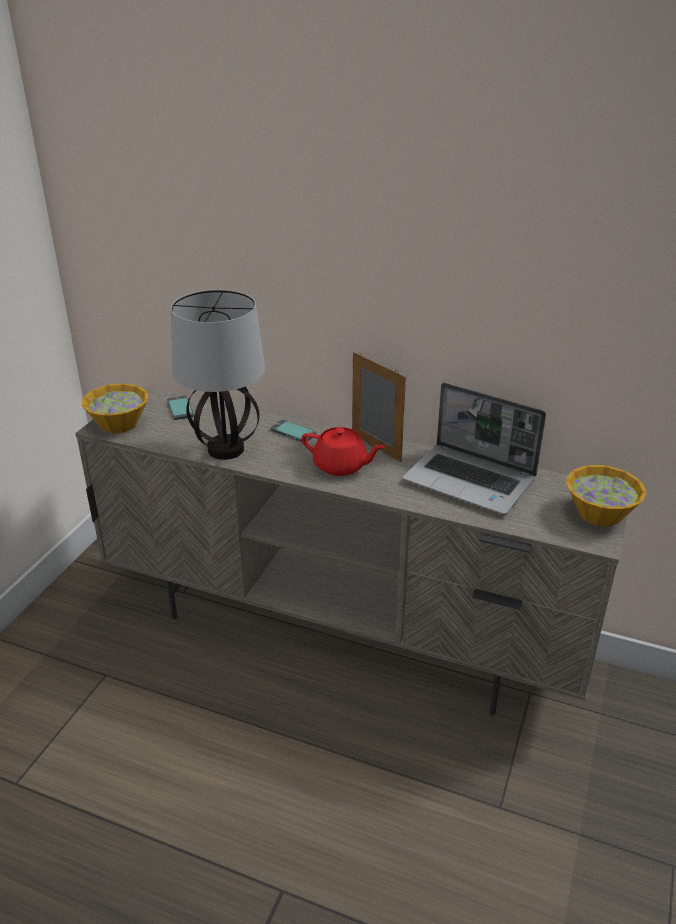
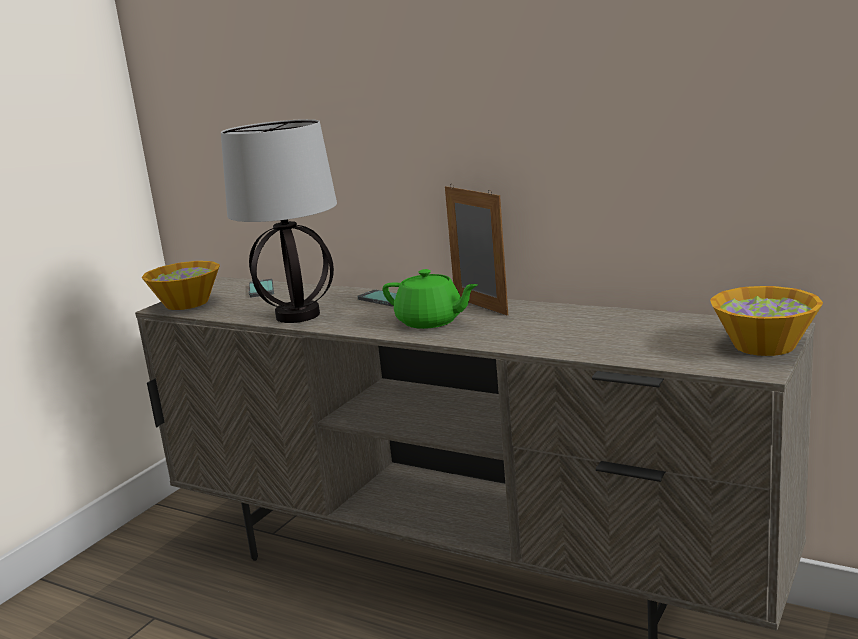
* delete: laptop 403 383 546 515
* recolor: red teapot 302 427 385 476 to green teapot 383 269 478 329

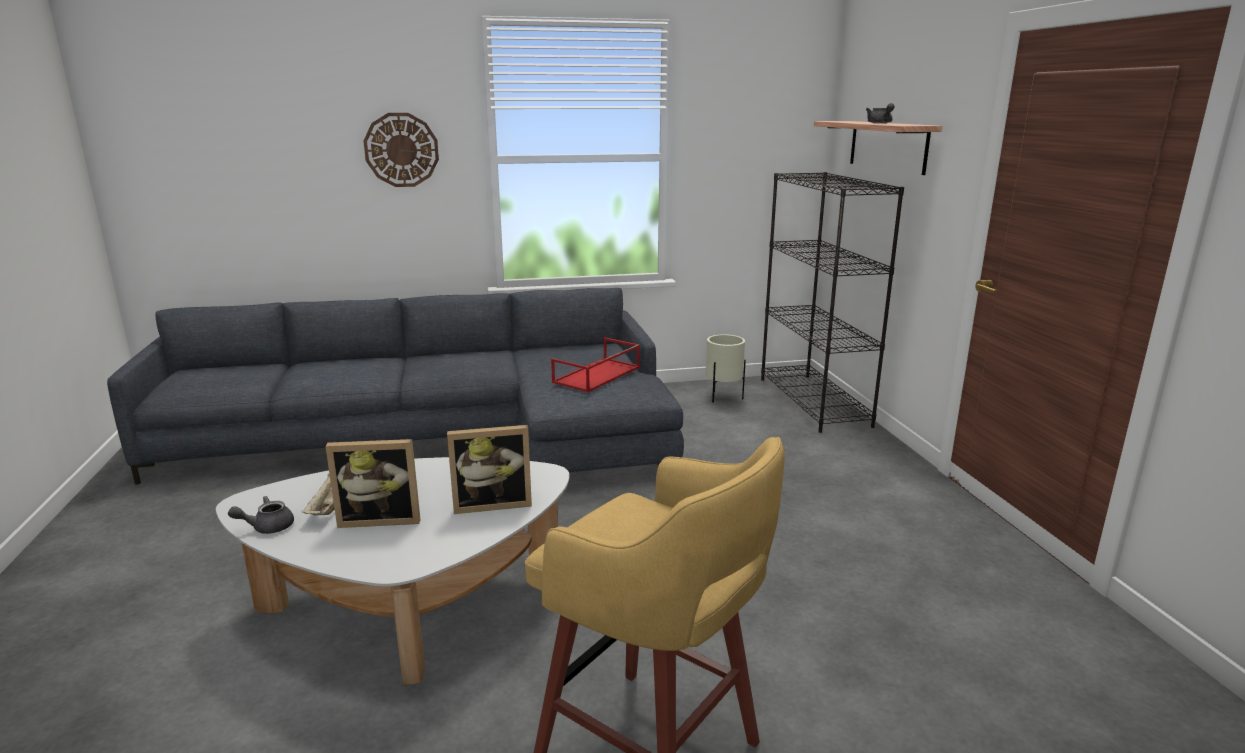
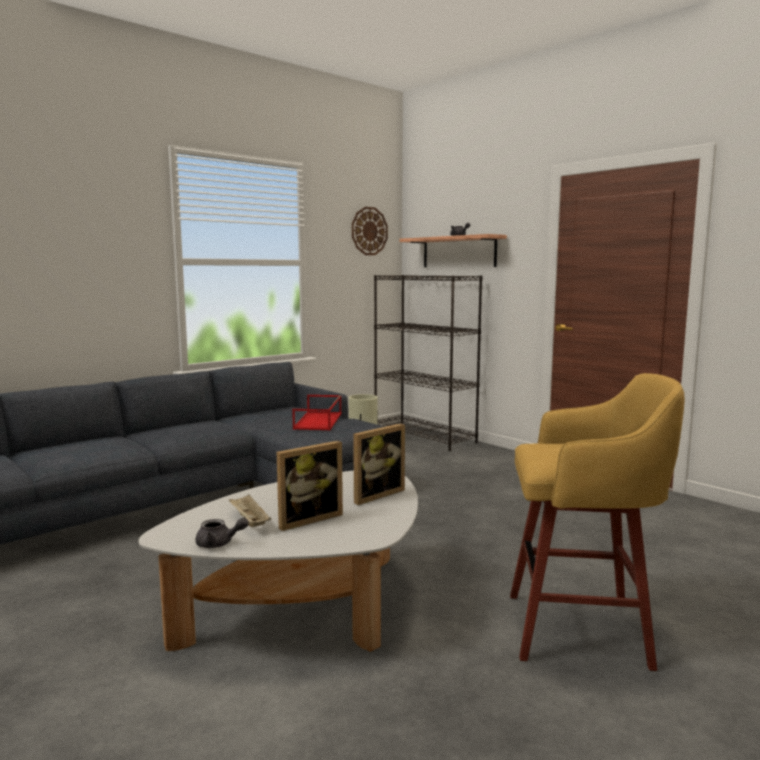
* move: wall clock 363 113 439 187 to 352 207 388 255
* rotate: grey teapot 228 496 294 534 = 196 517 248 548 120 degrees counterclockwise

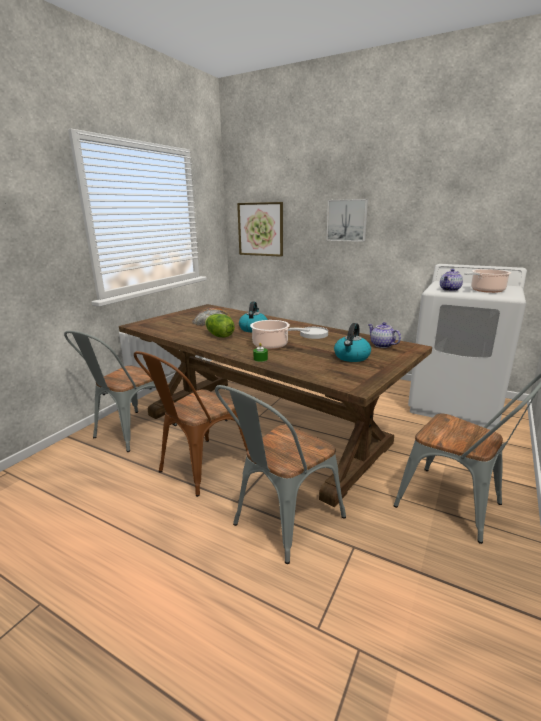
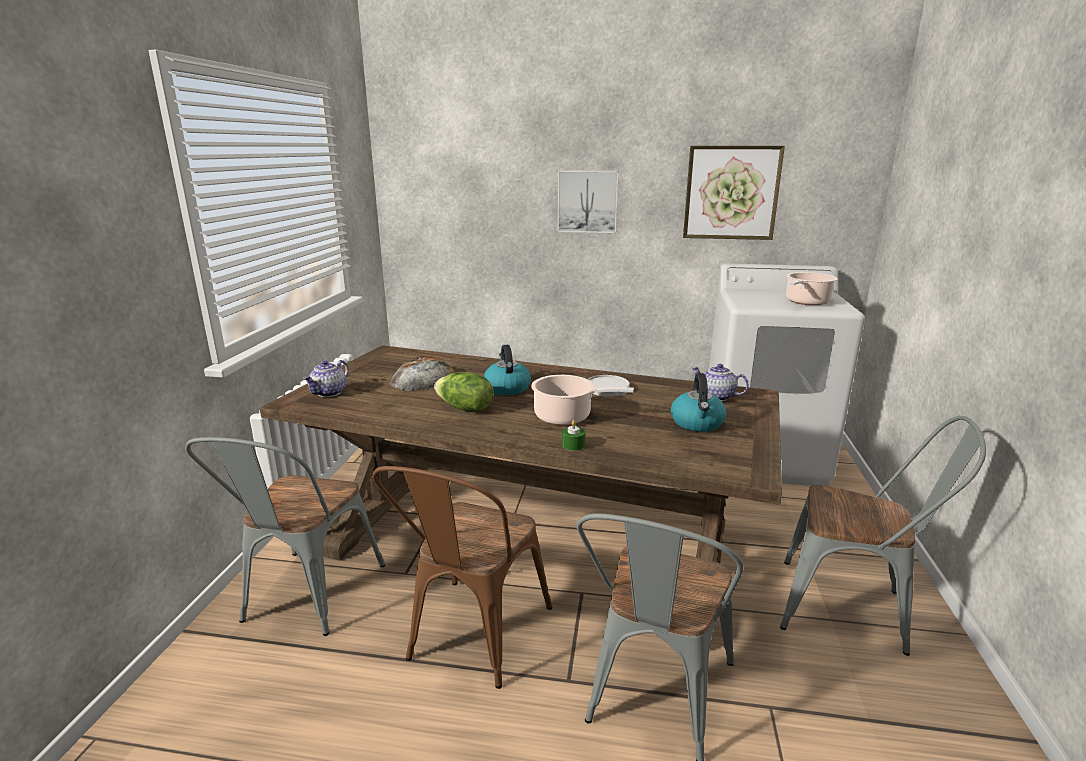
* move: picture 237 202 283 257 to 683 146 785 240
* move: teapot 440 269 463 291 to 303 360 349 397

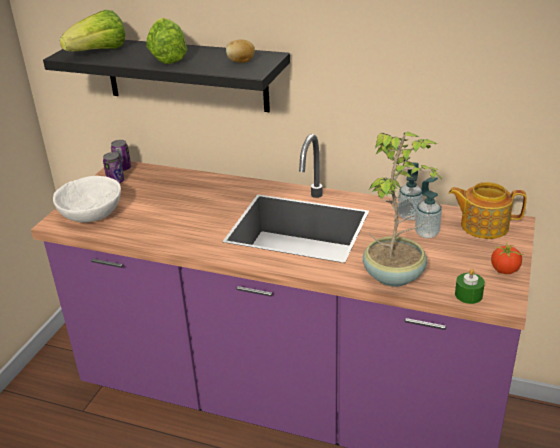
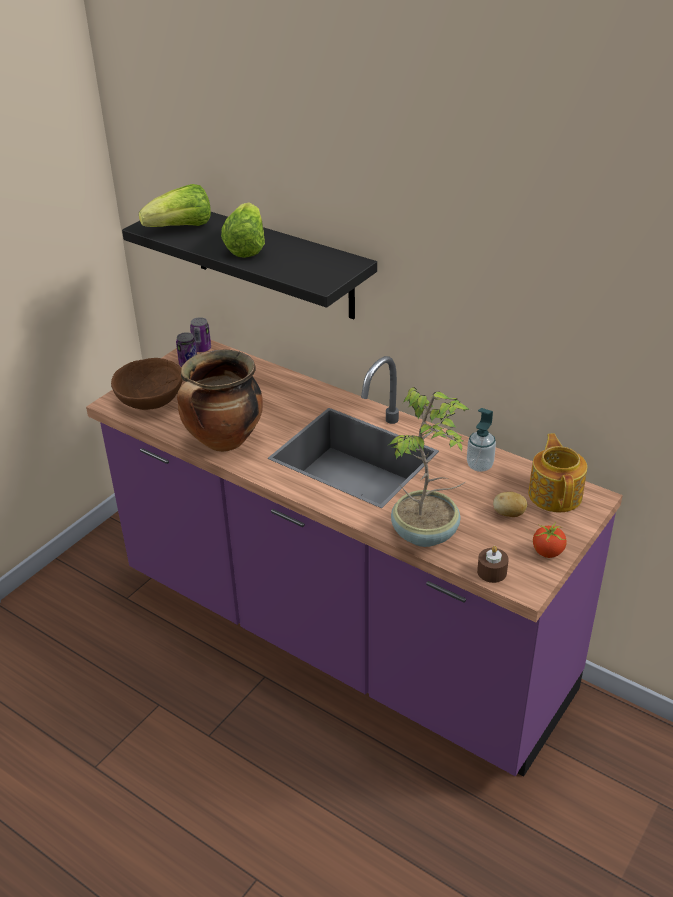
* move: potato 226 39 255 63 to 493 492 527 517
* recolor: white bowl 53 176 121 222 to brown bowl 111 358 183 410
* delete: soap dispenser 415 177 442 238
* rotate: teapot 449 182 527 239 = 528 433 587 512 60 degrees clockwise
* recolor: green candle 455 269 485 304 to brown candle 477 546 509 583
* insert: cooking pot 177 350 263 452

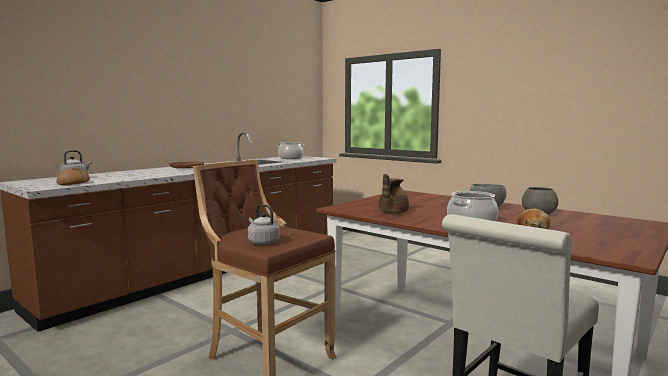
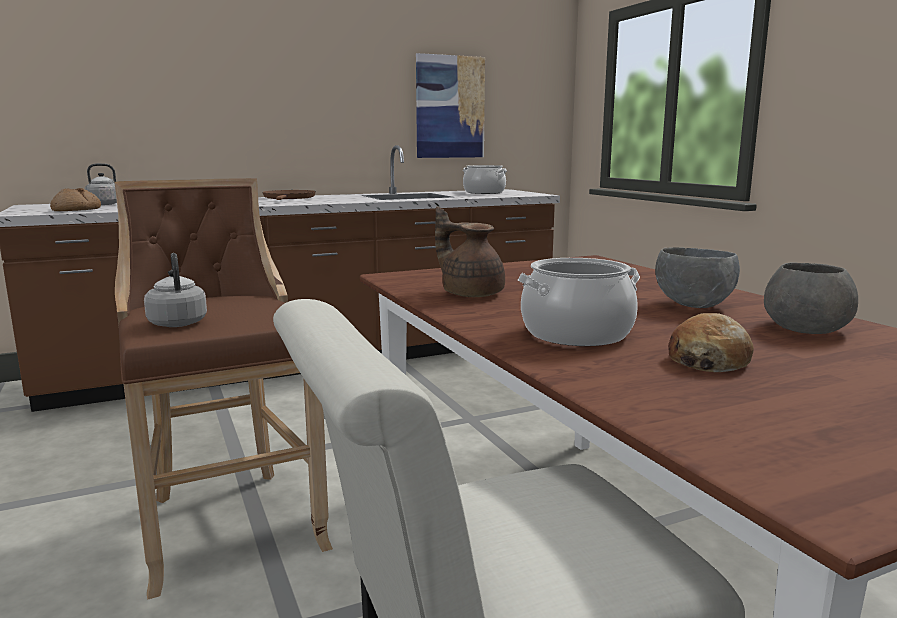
* rotate: brown teapot 378 174 409 213 = 435 207 505 297 75 degrees clockwise
* insert: picture 416 53 485 158

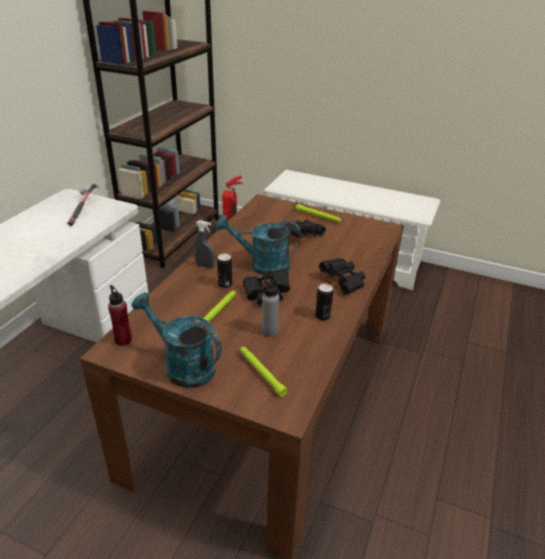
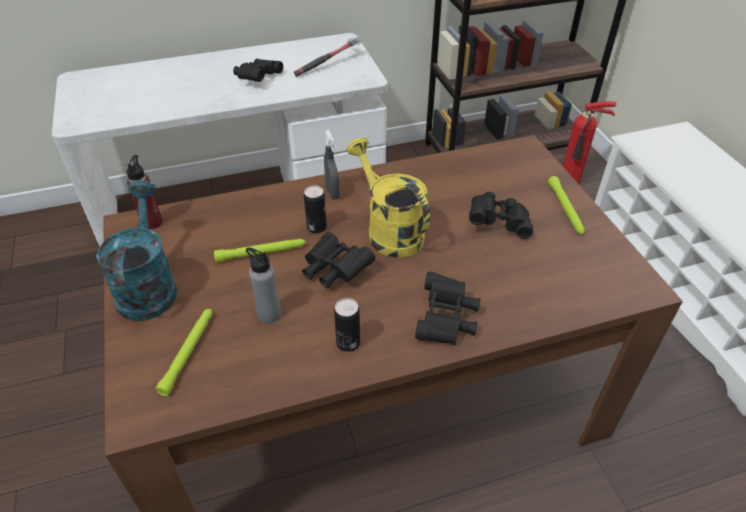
* recolor: turquoise watering can 216 215 301 276 to yellow watering can 346 137 430 258
* insert: black binoculars 233 59 283 82

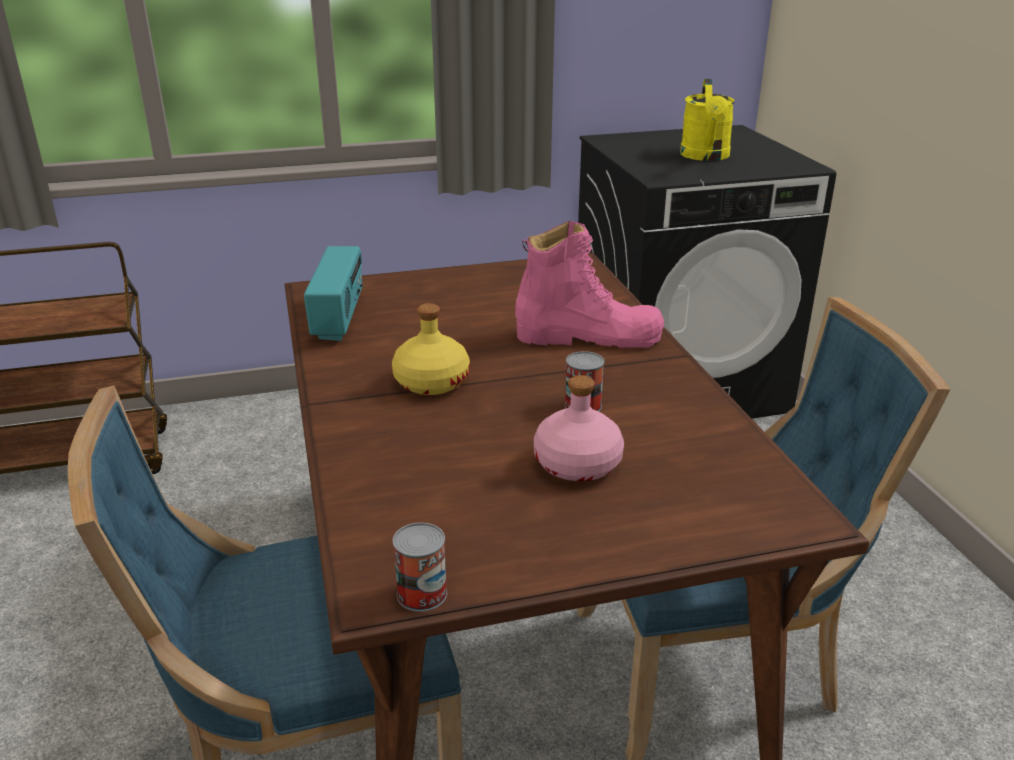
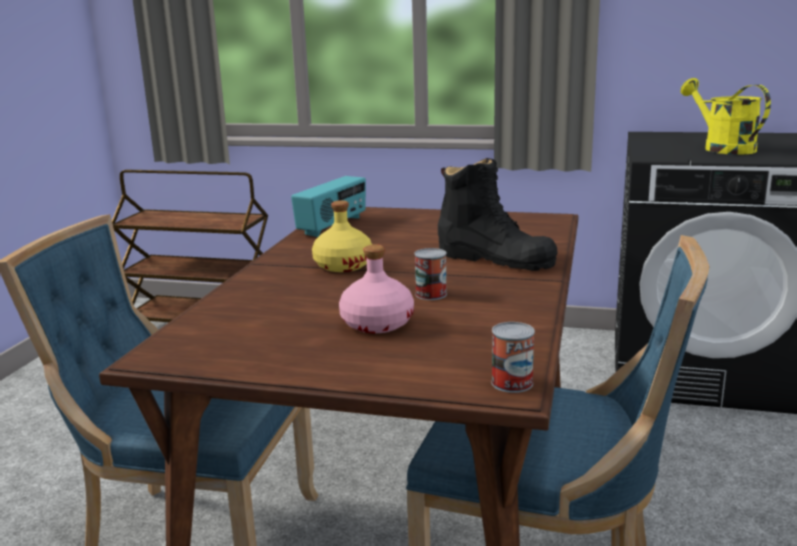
* rotate: yellow watering can 680 79 735 161 = 681 78 771 155 120 degrees clockwise
* recolor: pink boot 515 221 664 348 to black boot 438 158 558 271
* move: can 393 523 447 612 to 491 322 535 393

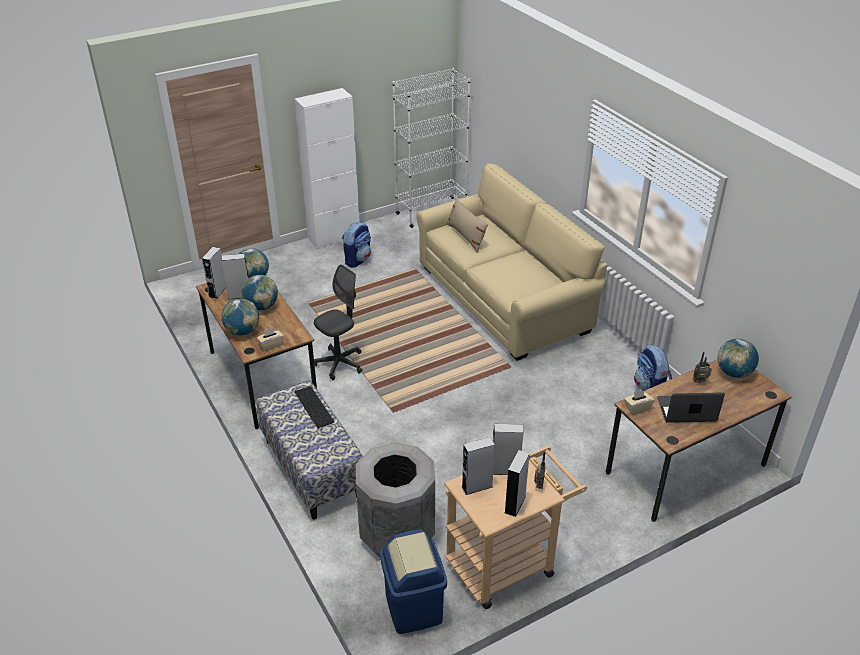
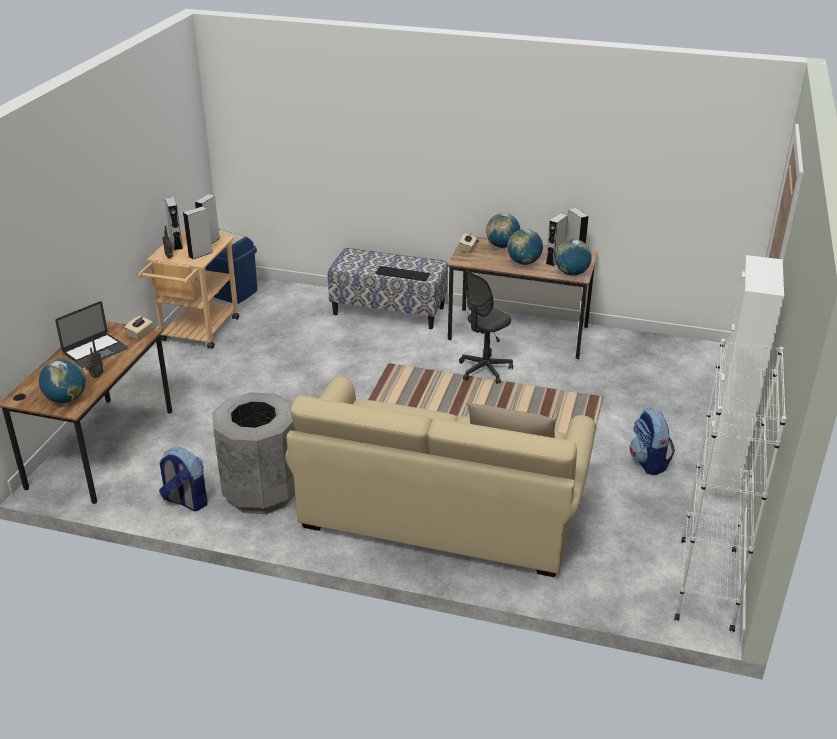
* rotate: grey office chair 314 264 362 380 = 459 270 513 384 45 degrees clockwise
* move: grey trash can 356 442 435 557 to 212 392 295 514

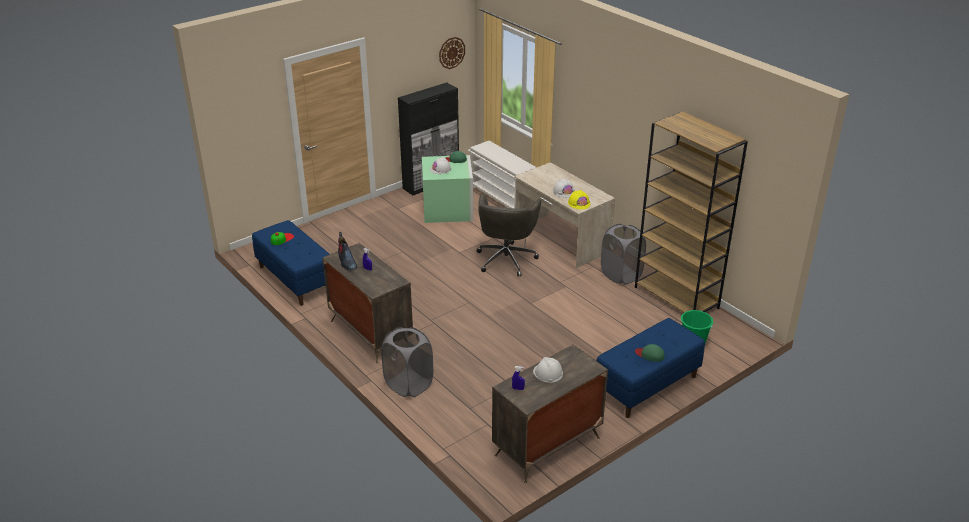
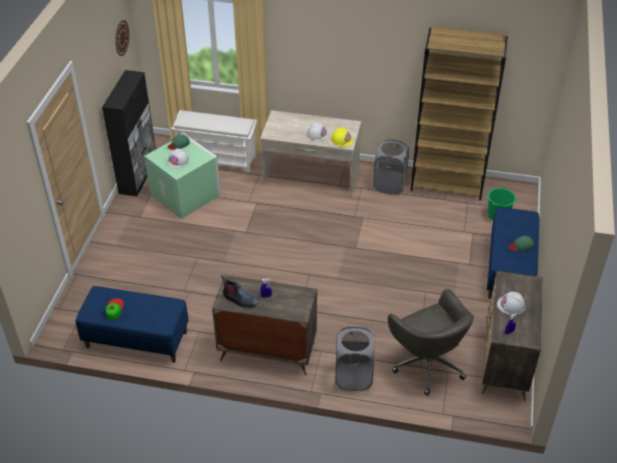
* move: grey office chair 477 194 541 277 to 388 289 474 396

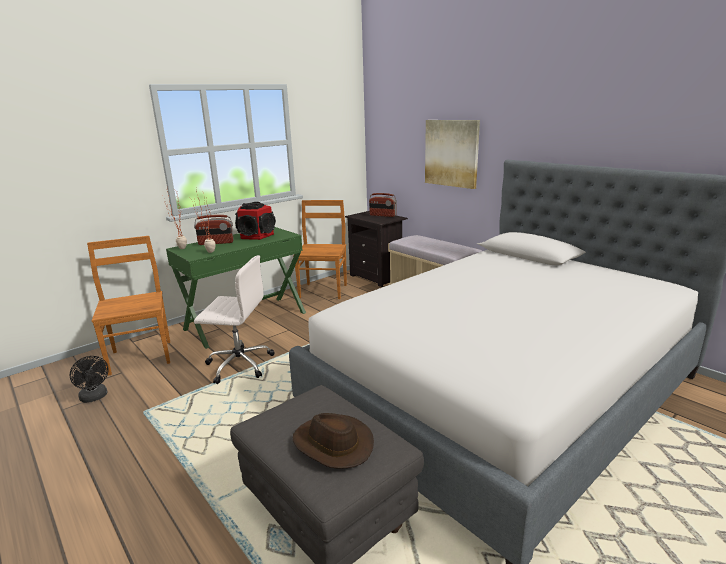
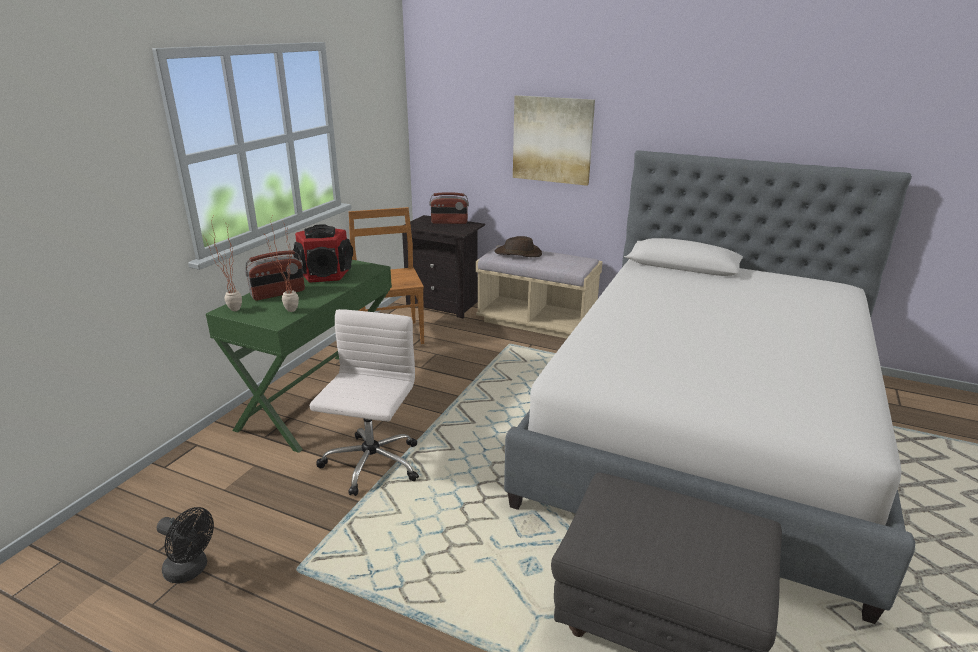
* delete: brown chair 87 236 170 376
* rotate: white office chair 194 255 275 384 = 310 309 419 496 60 degrees counterclockwise
* move: brown hat 293 413 374 469 to 494 236 542 257

